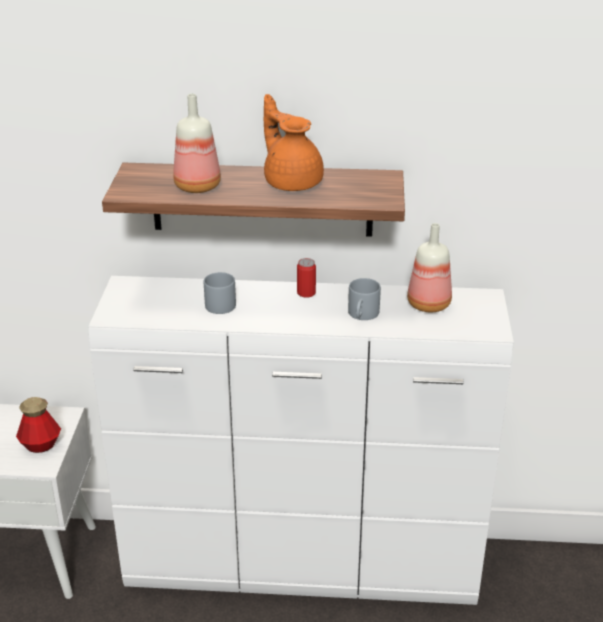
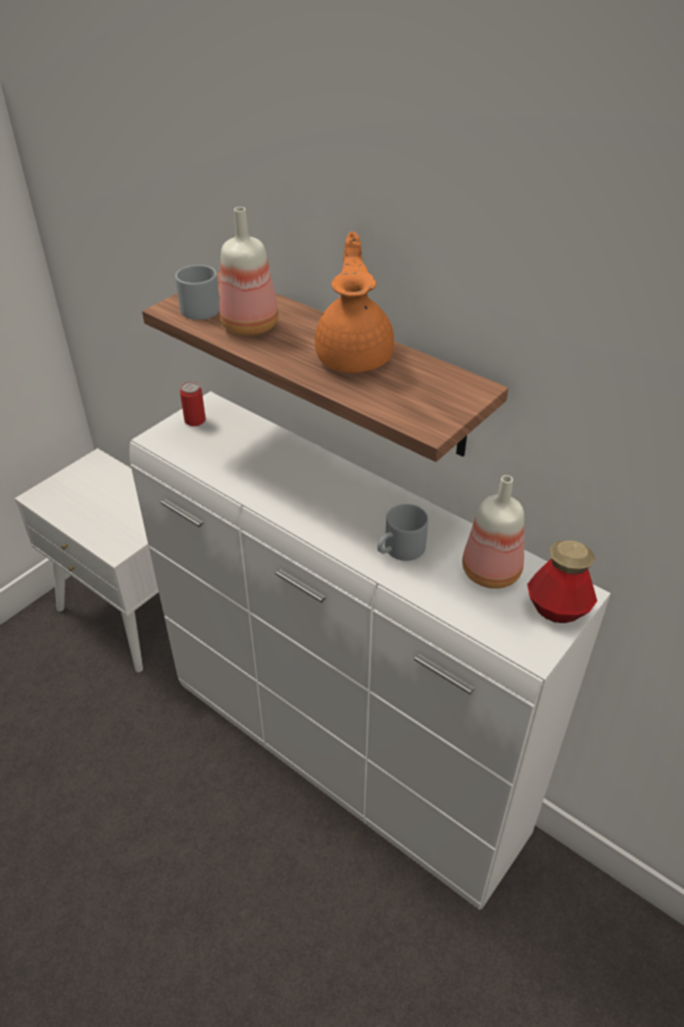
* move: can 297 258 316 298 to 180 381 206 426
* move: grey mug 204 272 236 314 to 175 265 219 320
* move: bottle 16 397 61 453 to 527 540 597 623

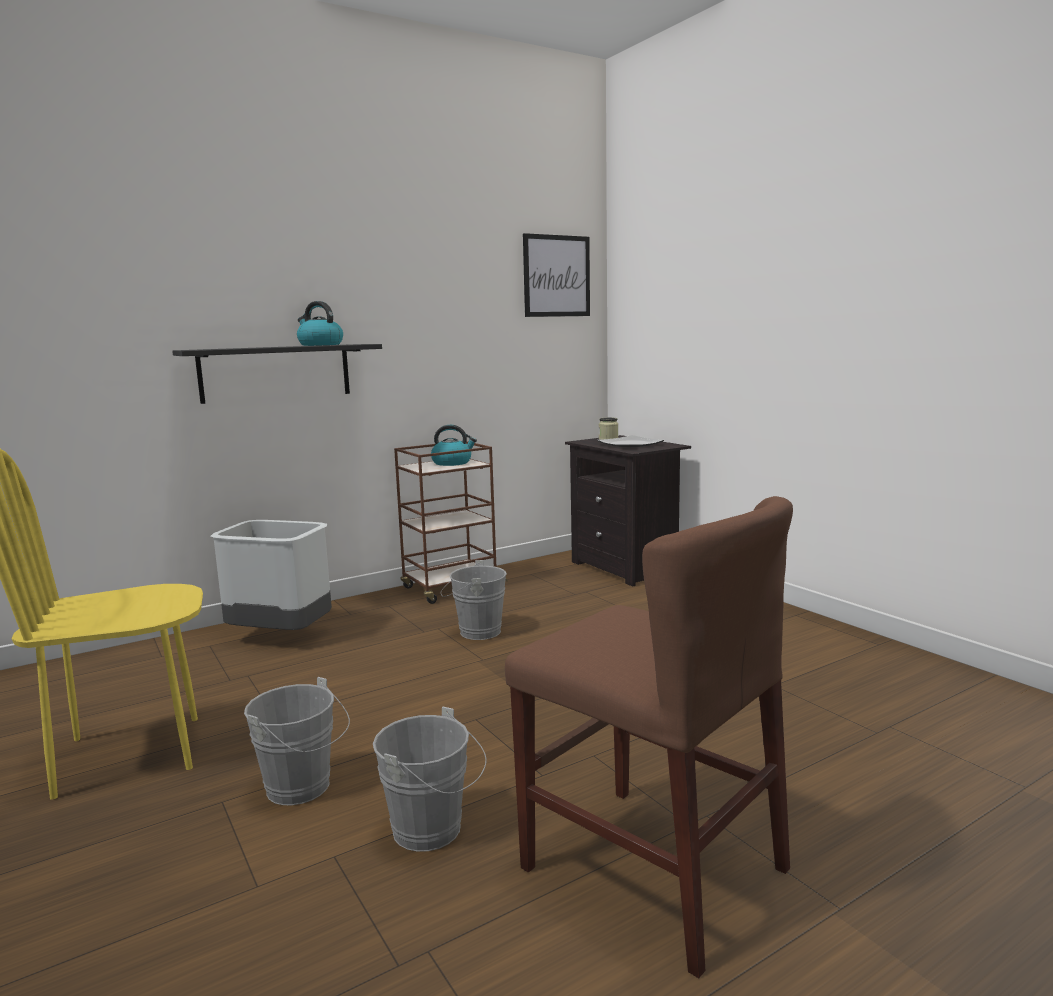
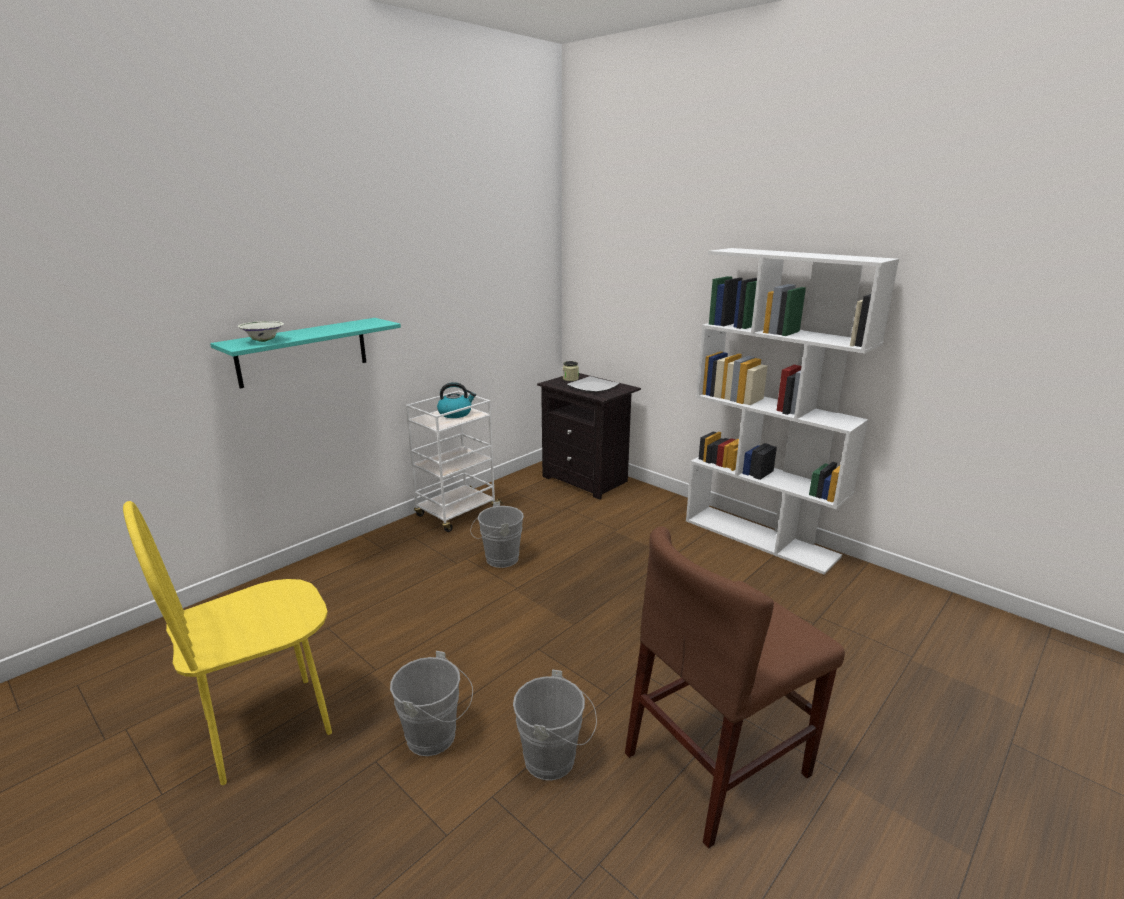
* delete: picture 523 233 590 317
* delete: kettle 297 301 343 346
* recolor: black shelf 172 344 382 404 to turquoise shelf 210 318 401 389
* recolor: brown cart 394 441 508 604 to white cart 406 391 503 532
* rotate: brown chair 505 496 793 978 = 625 526 845 849 120 degrees clockwise
* delete: grey trash can 210 520 332 630
* insert: white bookcase 686 248 899 575
* insert: white bowl 238 321 284 342

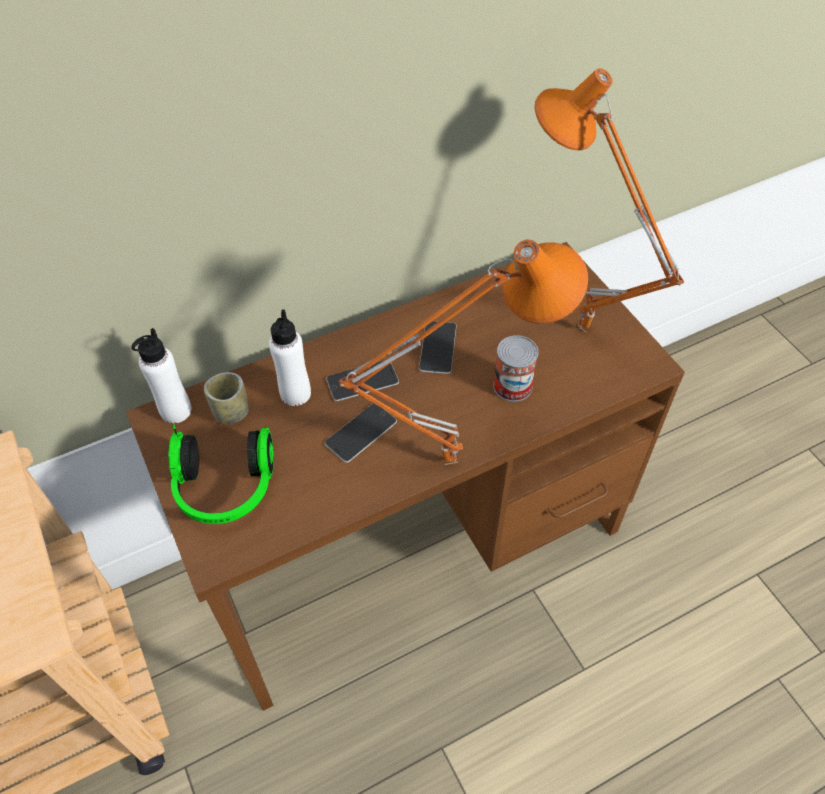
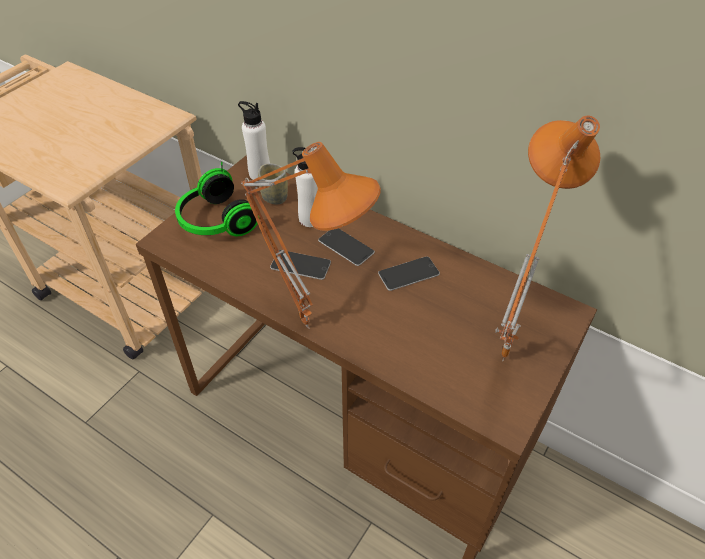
* delete: can 493 335 539 402

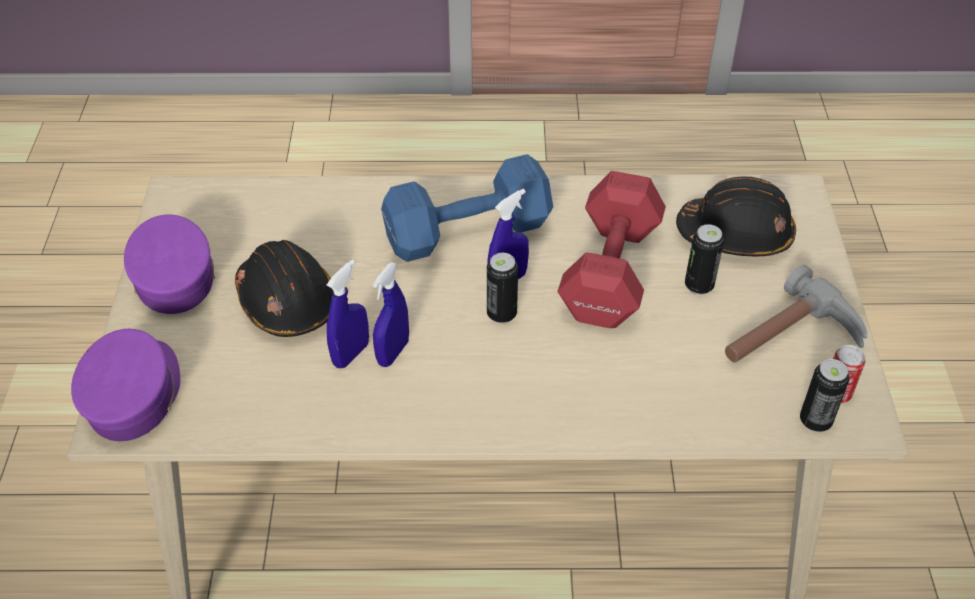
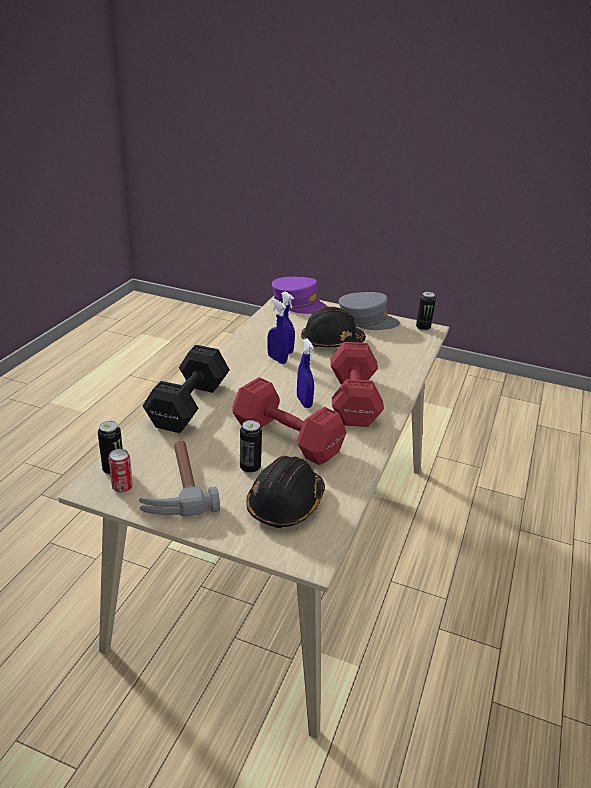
* recolor: blue dumbbell 381 154 553 262 to red dumbbell 330 342 384 427
* recolor: purple cap 124 215 215 314 to grey cap 339 292 400 330
* move: can 487 253 518 324 to 416 292 436 331
* insert: black dumbbell 143 345 230 433

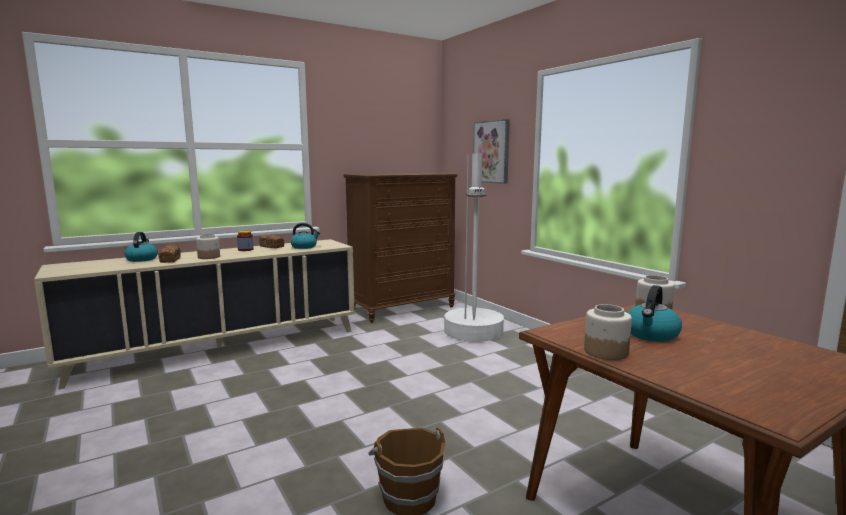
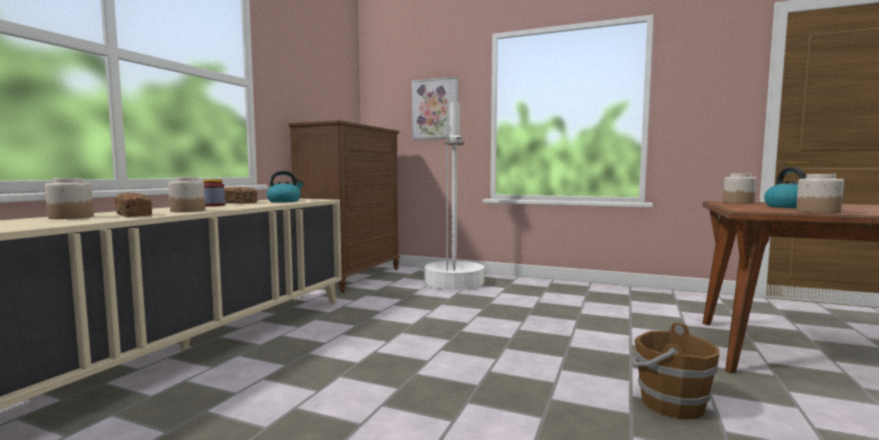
* replace: kettle 124 232 158 262 to jar 45 178 94 219

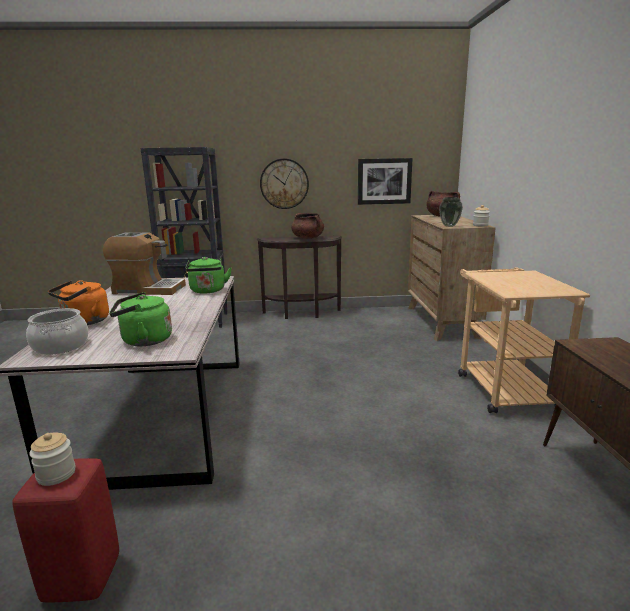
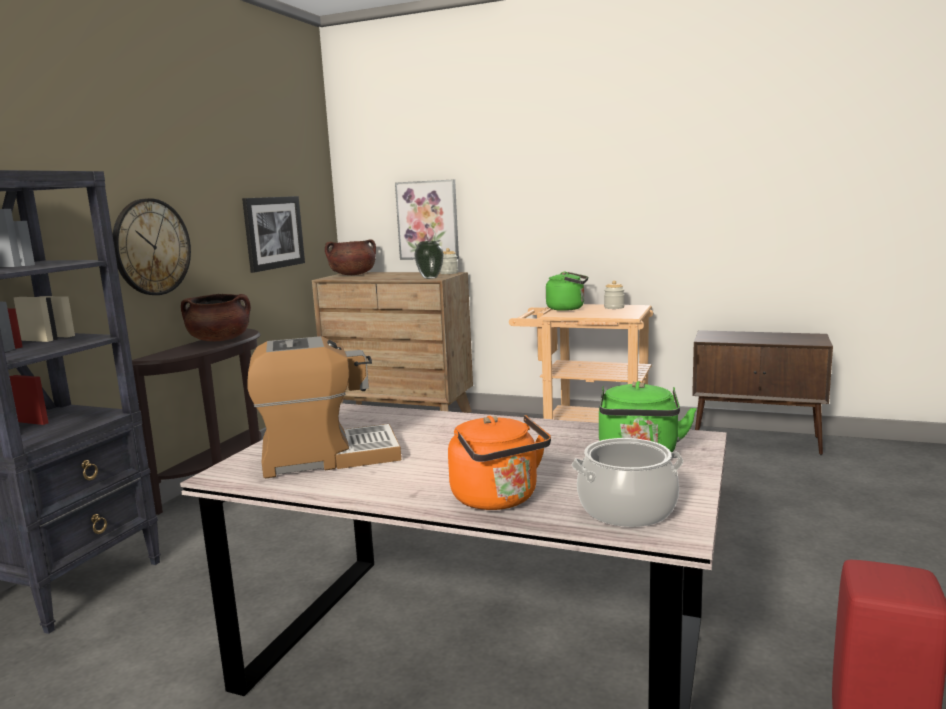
* rotate: coffee machine 103 232 186 295 = 248 336 401 479 45 degrees clockwise
* move: green kettle 185 257 232 294 to 546 272 588 311
* move: jar 29 432 75 486 to 604 280 625 309
* insert: picture 395 179 459 260

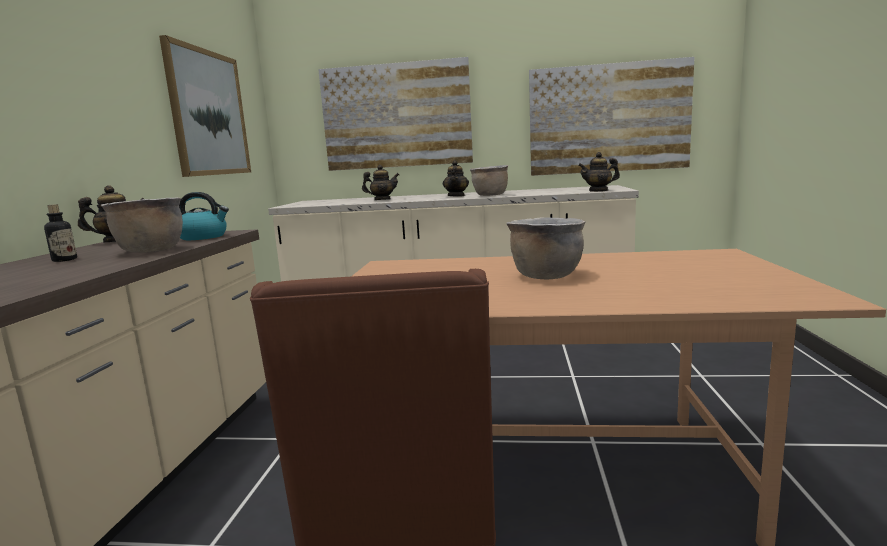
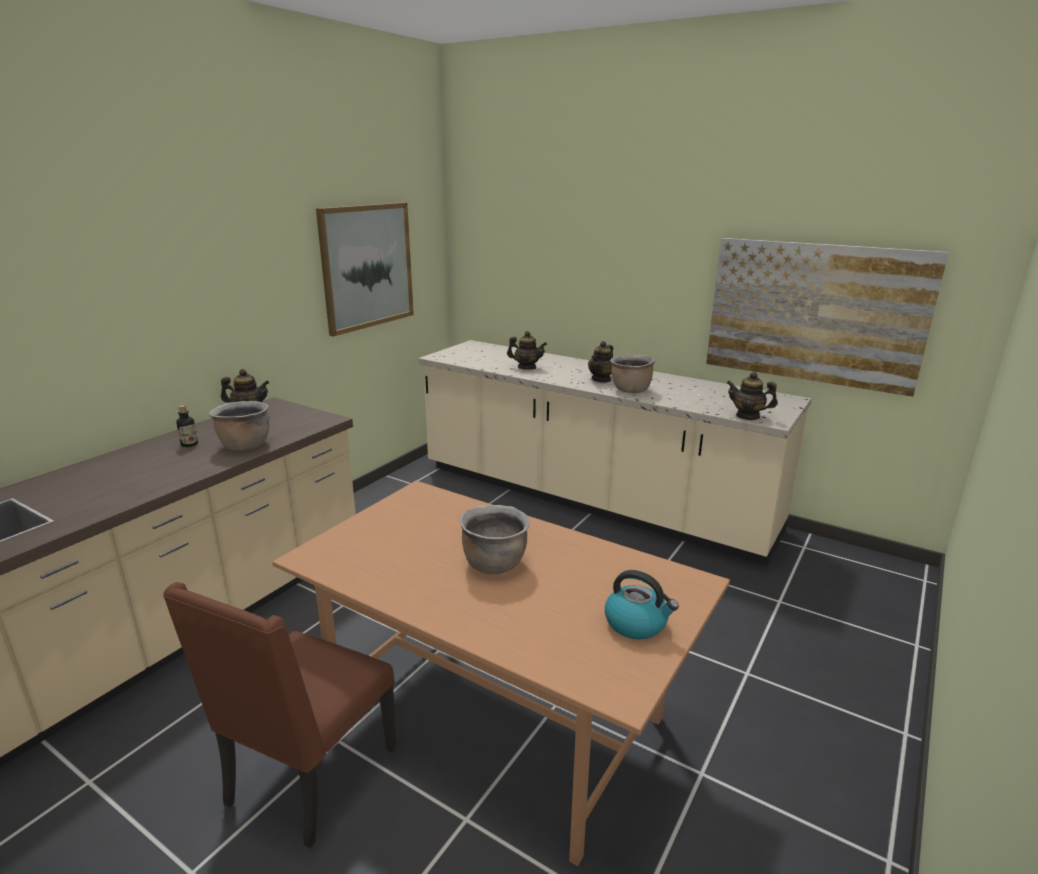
* delete: picture 318 57 473 171
* move: kettle 179 192 229 240 to 605 570 679 639

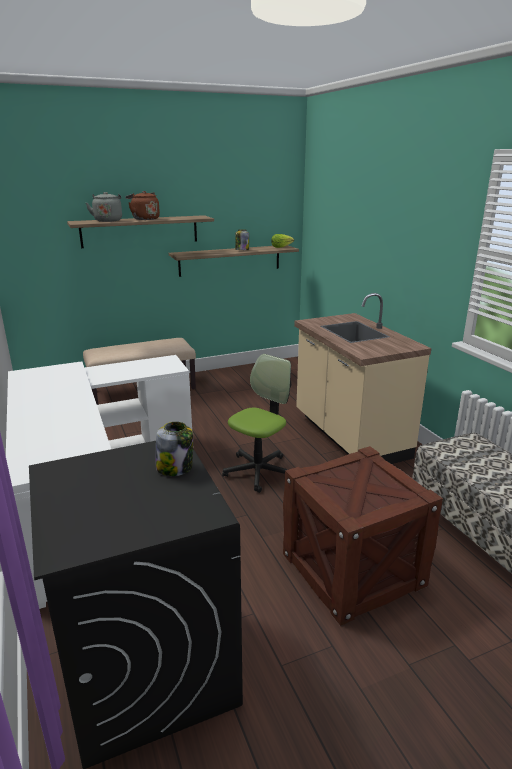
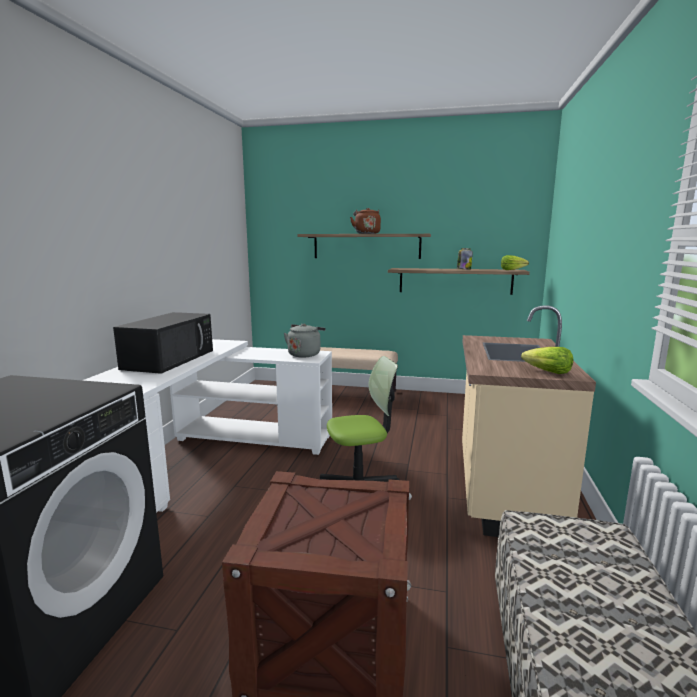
* move: grey kettle 86 192 122 222 to 284 324 325 358
* delete: jar 156 422 193 476
* insert: black microwave 113 312 213 374
* insert: lettuce 521 347 573 374

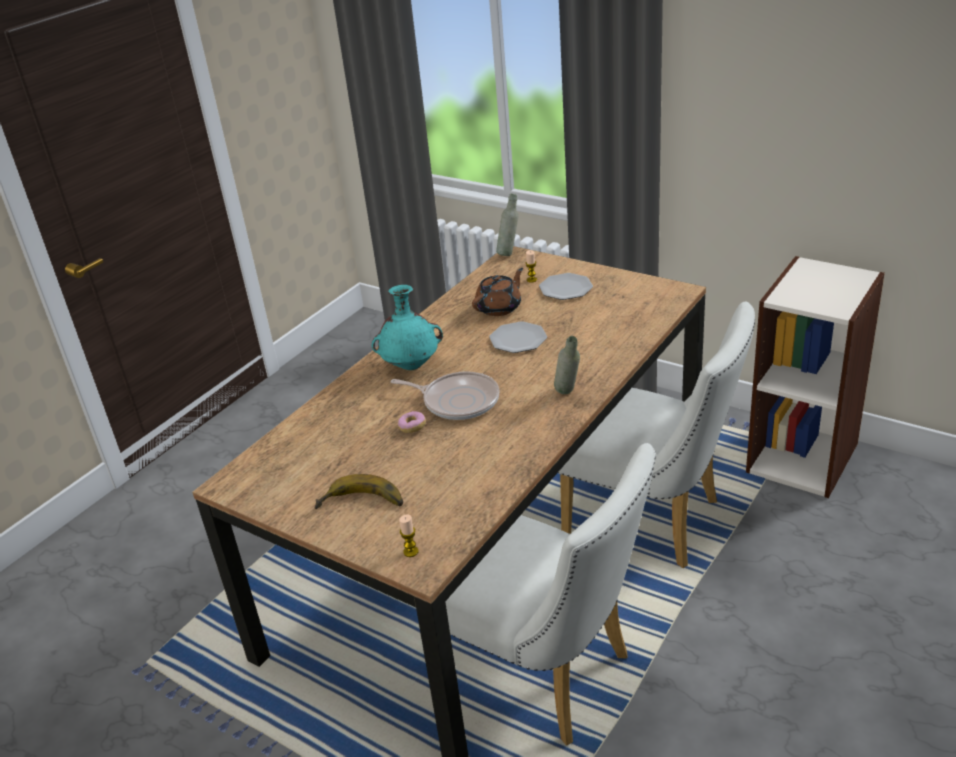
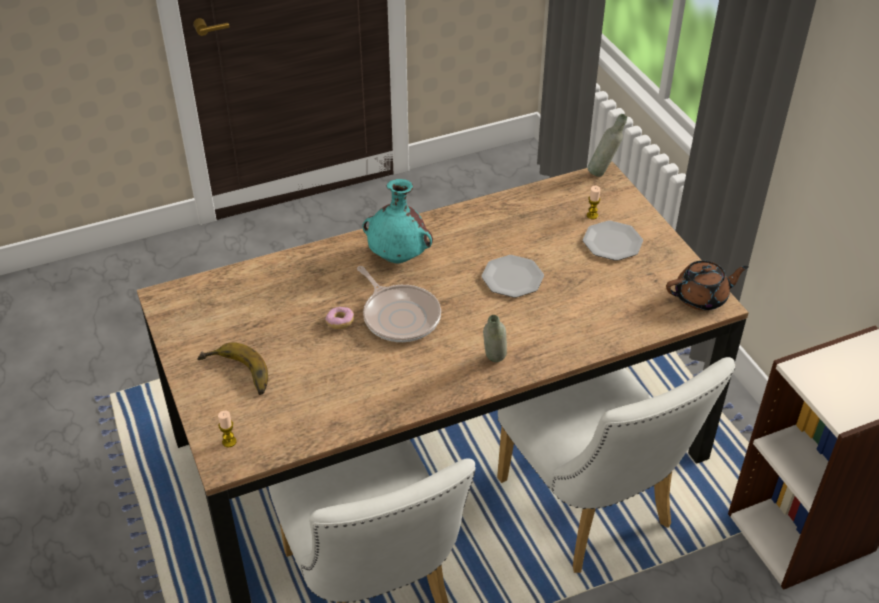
* move: brown teapot 472 268 523 316 to 666 261 749 310

